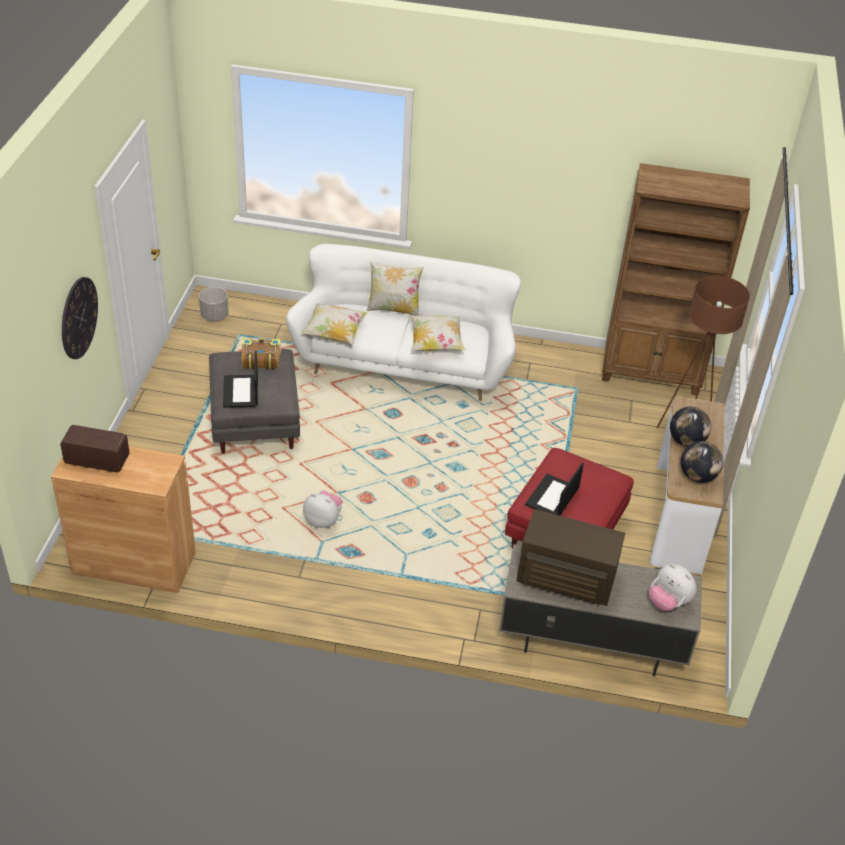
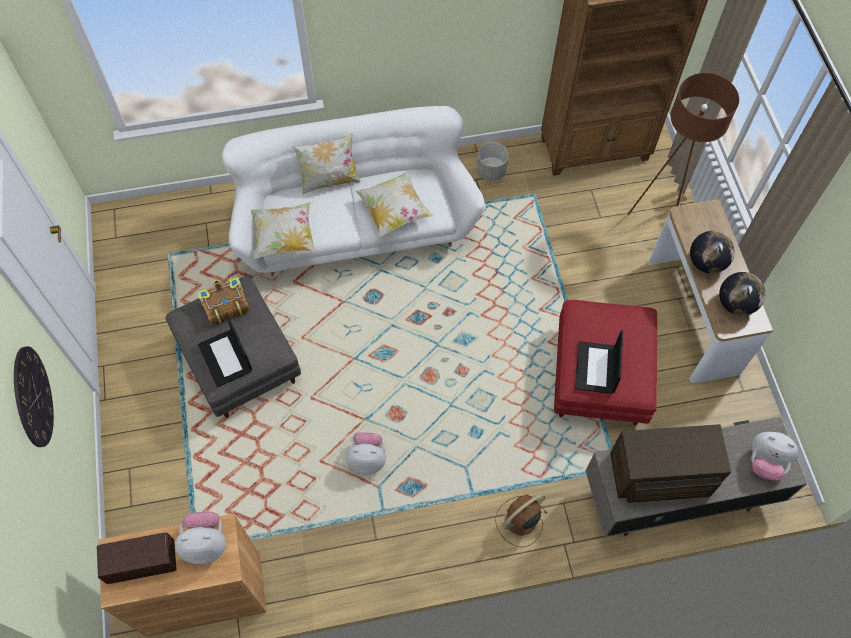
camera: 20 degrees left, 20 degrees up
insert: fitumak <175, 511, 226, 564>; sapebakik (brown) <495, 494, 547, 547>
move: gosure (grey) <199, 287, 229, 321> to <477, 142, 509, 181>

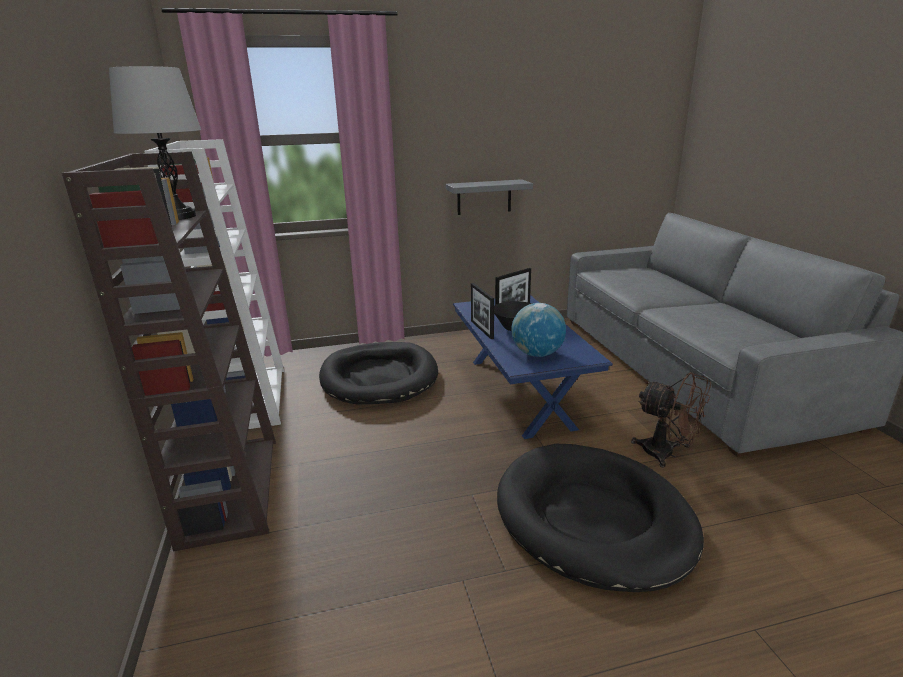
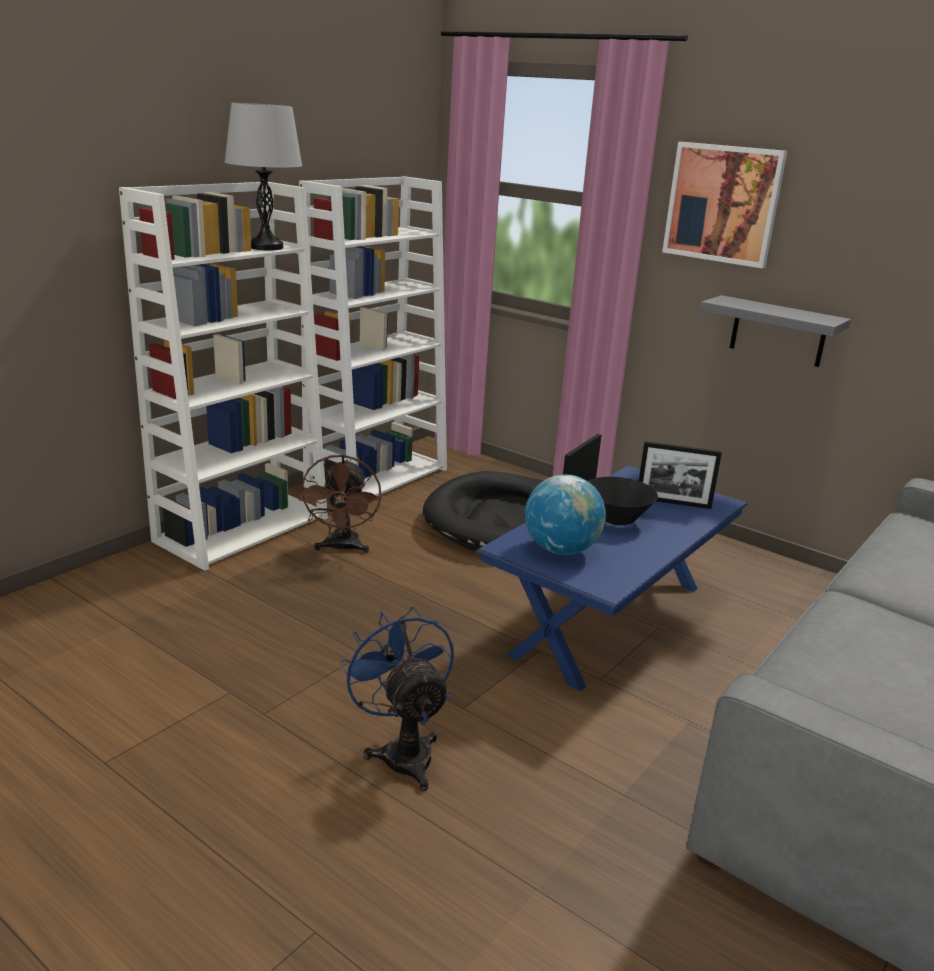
camera: 50 degrees right, 0 degrees up
insert: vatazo <662, 142, 788, 268>
move: sapebakik (brown) <631, 372, 711, 468> to <299, 454, 381, 553>
replace: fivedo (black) <497, 444, 704, 592> to sapebakik (blue) <340, 607, 454, 791>
recolor: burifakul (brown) <62, 151, 276, 552> to burifakul (white) <119, 182, 328, 571>

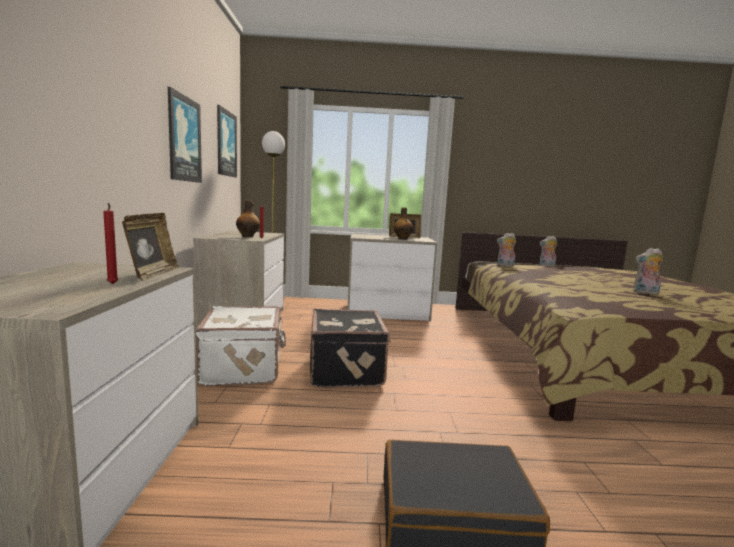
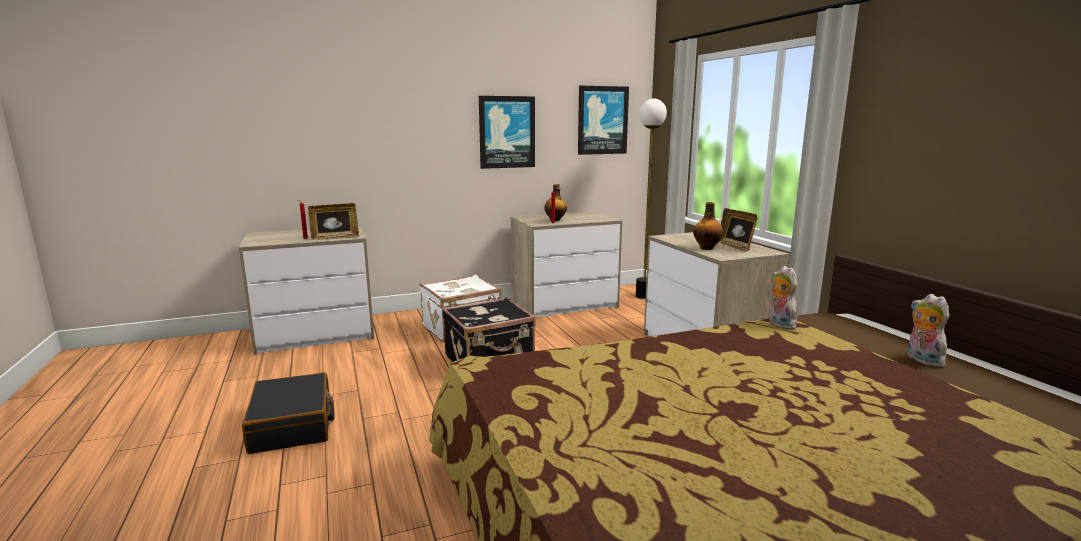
camera: 70 degrees right, 5 degrees up
delete: fitumak <634, 248, 663, 294>

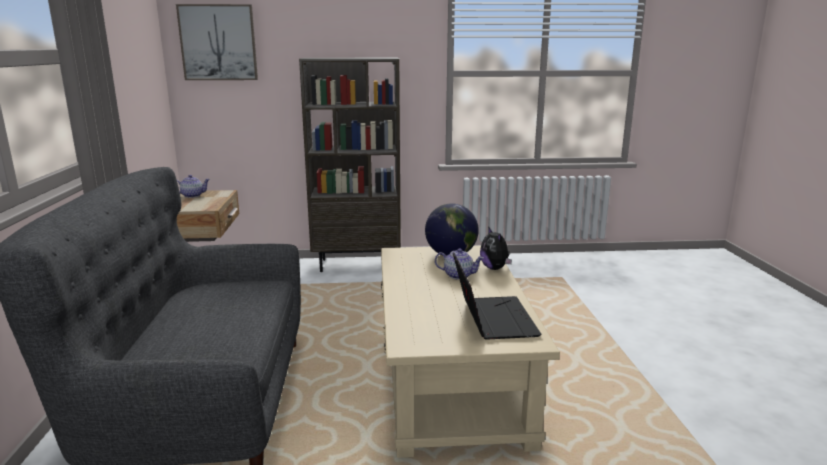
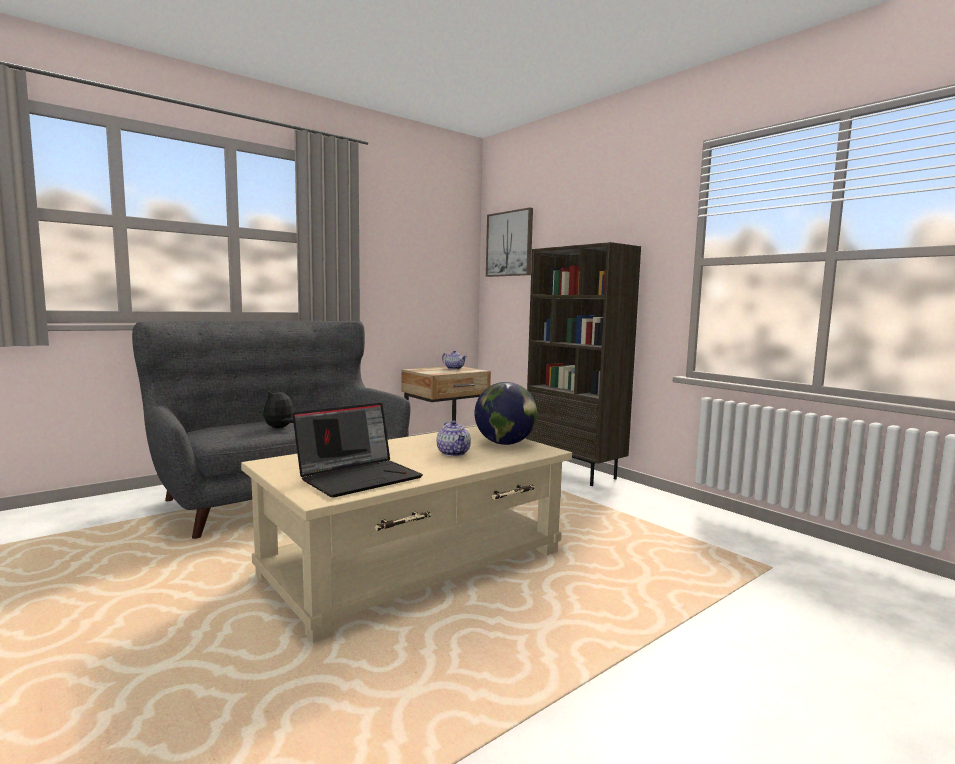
camera: 55 degrees right, 10 degrees down
move: fitumak <480, 226, 512, 270> to <263, 388, 294, 428>

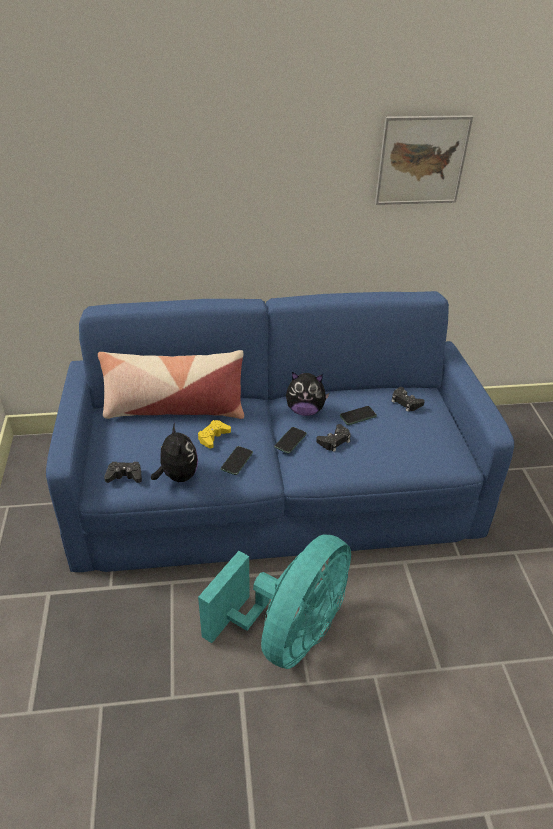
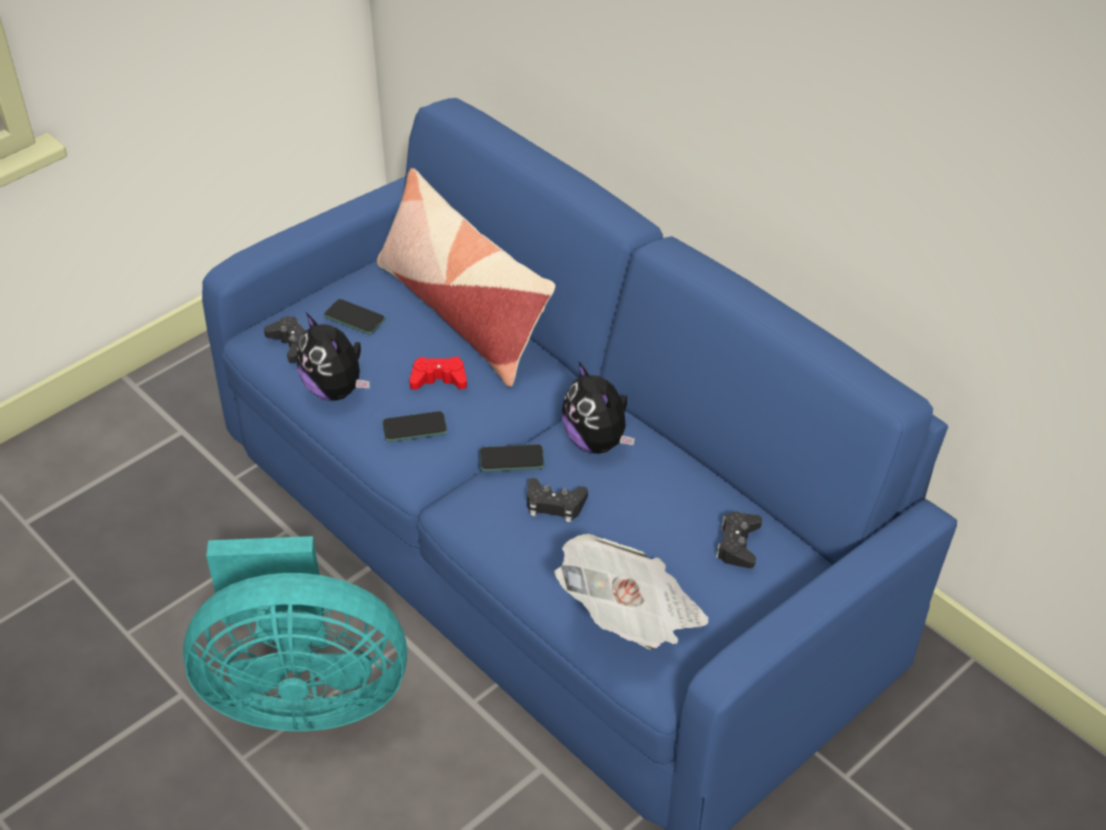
camera: 55 degrees right, 5 degrees up
delete: vatazo <375, 115, 473, 205>
insert: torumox <554, 534, 708, 650>
move: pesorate <340, 406, 377, 425> to <324, 299, 385, 335>
recolor: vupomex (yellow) <198, 420, 231, 449> to vupomex (red) <409, 357, 467, 390>
rotate: fitumak <151, 423, 198, 482> = <297, 313, 370, 400> 105 degrees clockwise

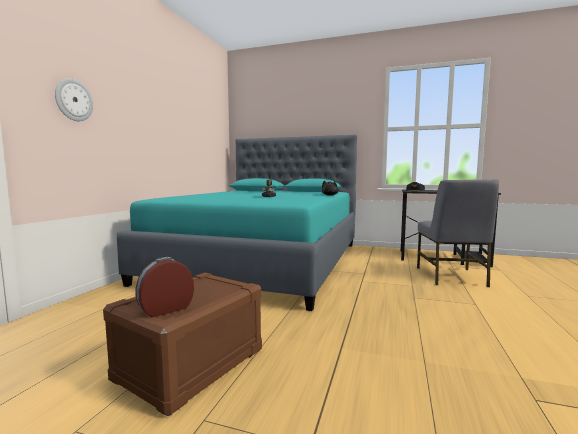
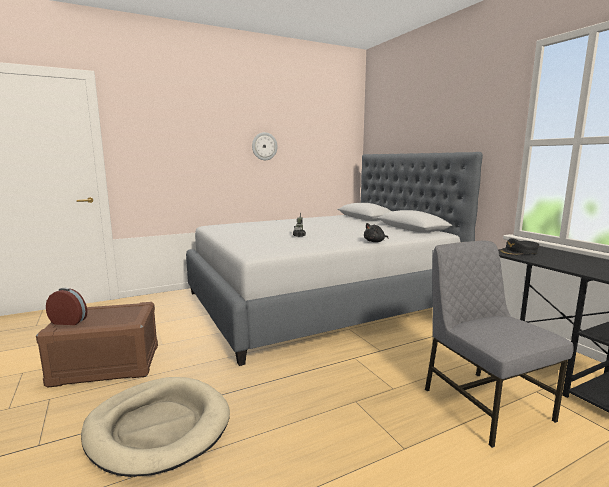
camera: 45 degrees right, 5 degrees up
insert: fivedo (beige) <81, 377, 230, 477>
move: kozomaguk <55, 78, 93, 121> to <252, 132, 278, 160>
recolor: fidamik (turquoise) <117, 135, 357, 311> to fidamik (grey) <186, 152, 483, 366>
rotate: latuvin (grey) <417, 179, 499, 287> = <425, 241, 574, 448> 105 degrees clockwise

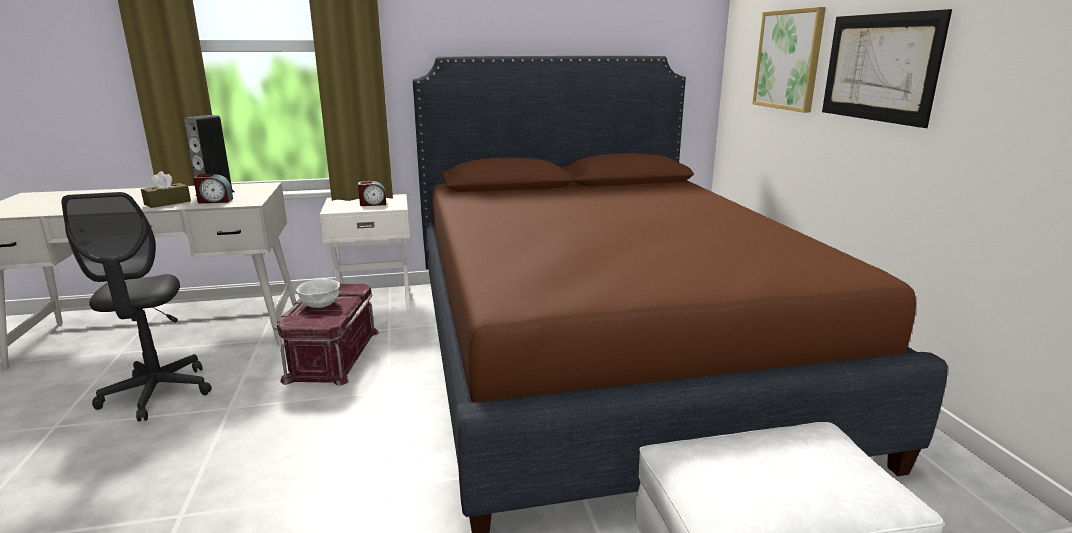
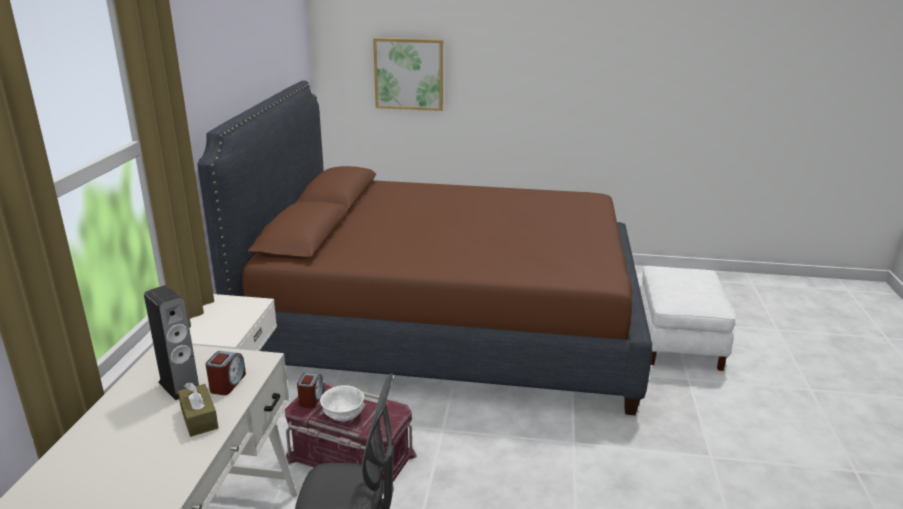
camera: 70 degrees left, 5 degrees up
delete: vatazo <822, 9, 952, 128>
move: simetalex <358, 181, 386, 206> to <297, 373, 324, 408>

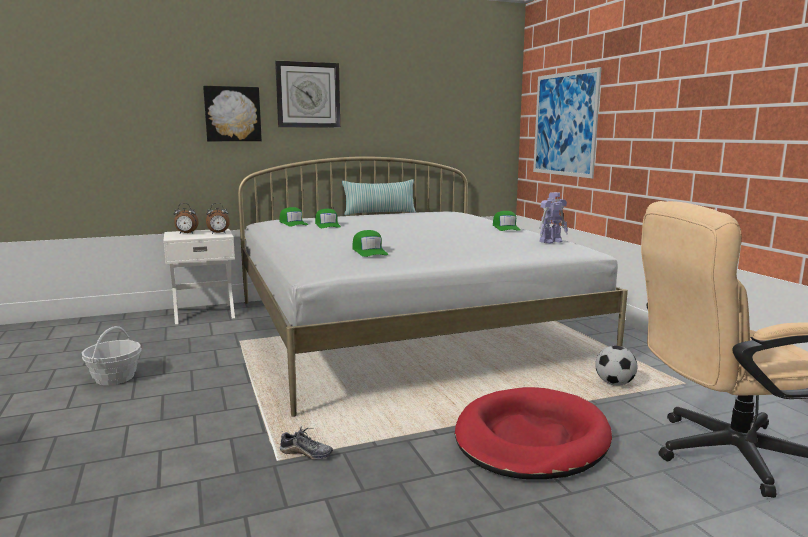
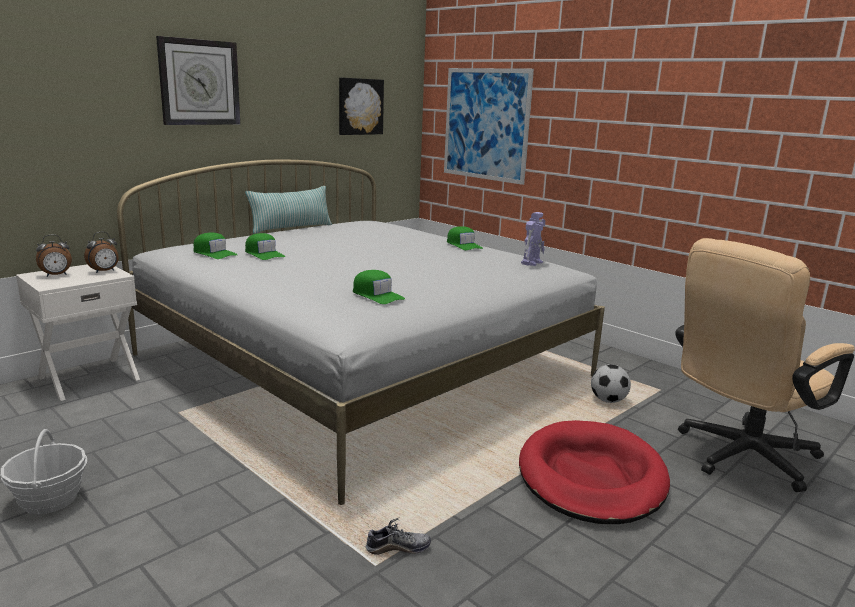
camera: 25 degrees left, 5 degrees up
move: vatazo <203, 86, 262, 141> to <339, 78, 384, 135>

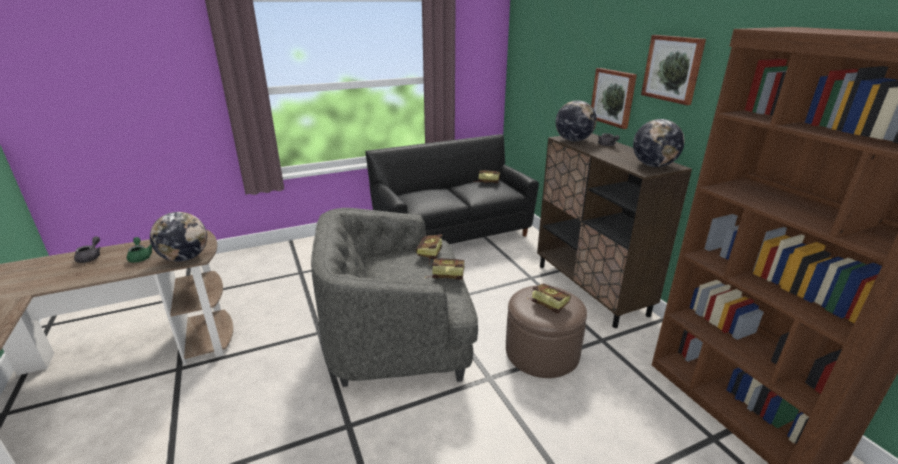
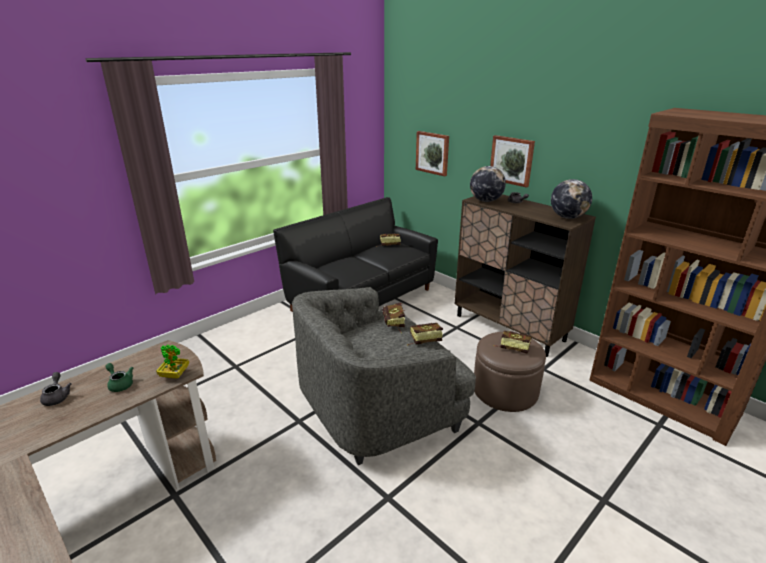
camera: 20 degrees left, 0 degrees up
move: vatazo <641, 35, 706, 105> to <416, 131, 449, 177>
replace: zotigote <150, 212, 207, 262> to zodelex <156, 345, 189, 378>

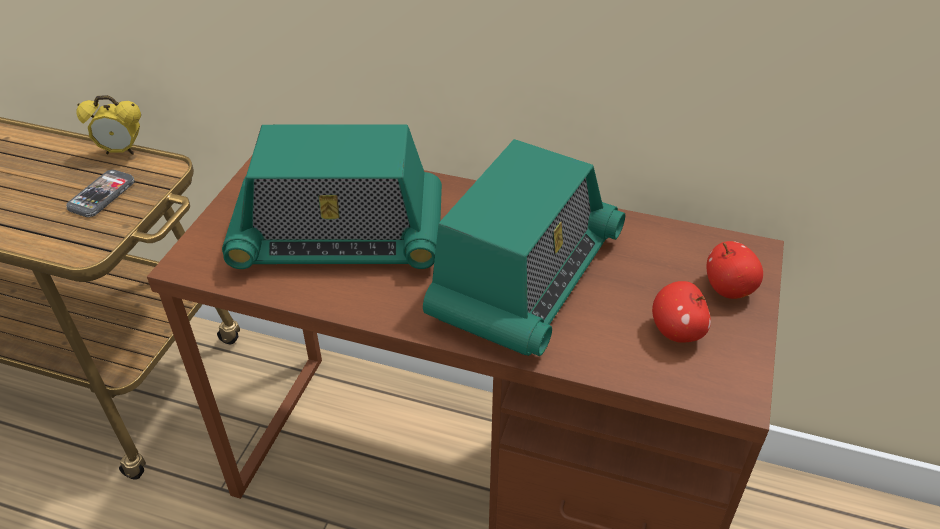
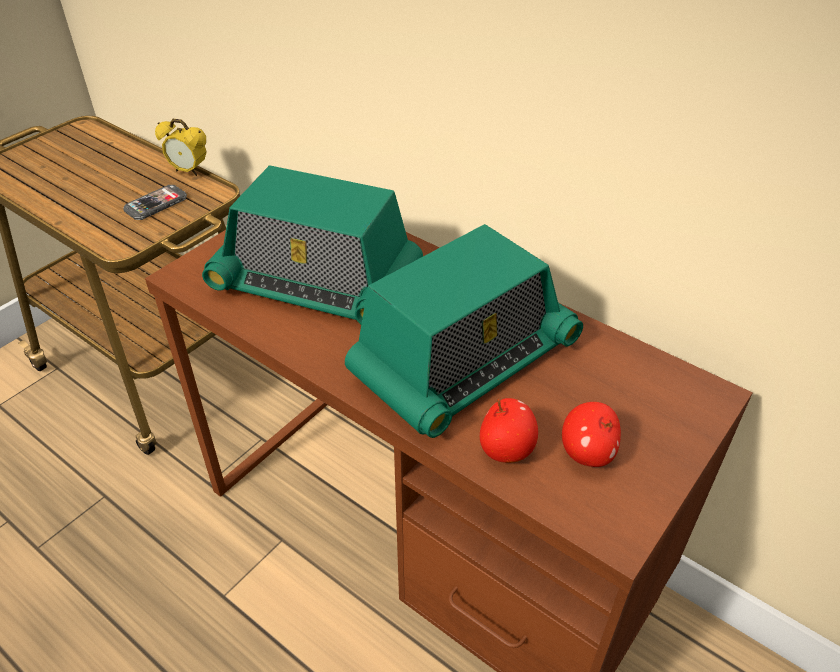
camera: 20 degrees right, 0 degrees up
move: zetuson <707, 241, 763, 299> to <480, 398, 538, 463>

